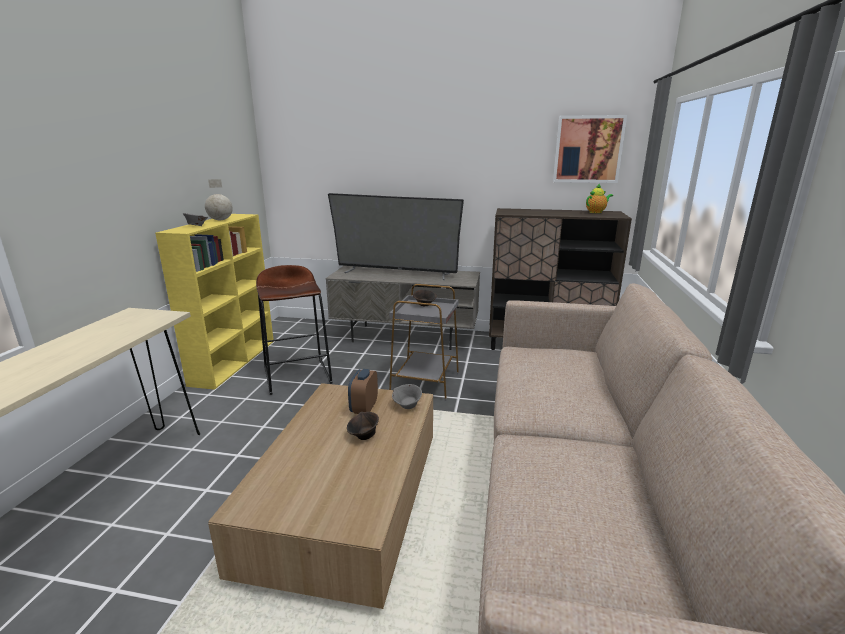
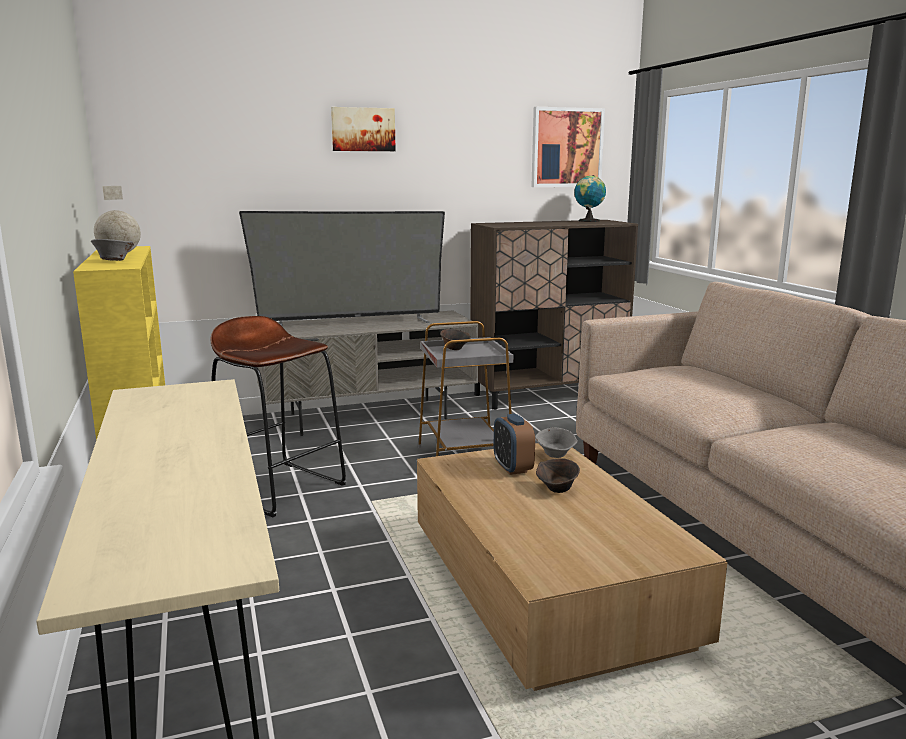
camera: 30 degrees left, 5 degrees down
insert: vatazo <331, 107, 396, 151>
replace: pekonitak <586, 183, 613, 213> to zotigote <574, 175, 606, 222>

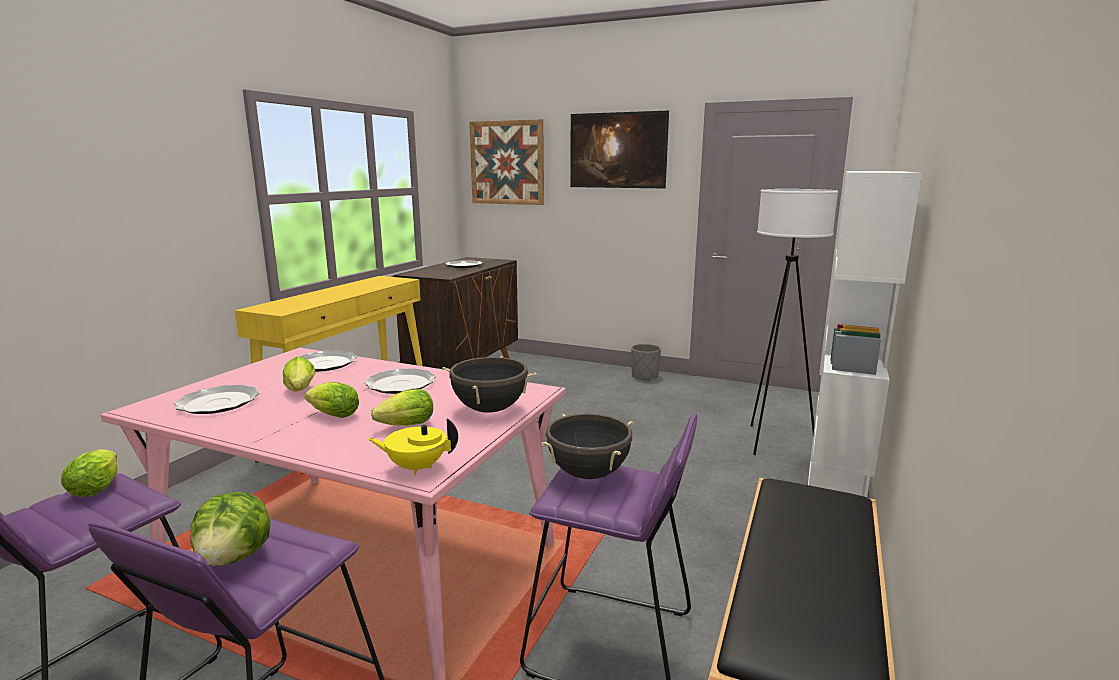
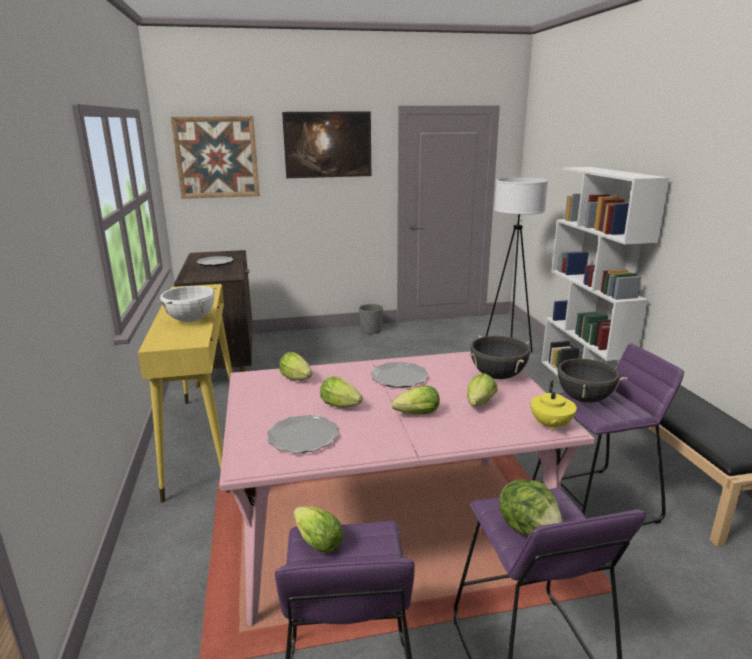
camera: 35 degrees left, 5 degrees up
insert: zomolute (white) <157, 286, 216, 322>
replace: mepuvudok <300, 350, 357, 372> to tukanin <279, 352, 312, 381>
rotate: pekonitak (yellow) <368, 418, 458, 475> = <531, 380, 577, 431> 45 degrees counterclockwise

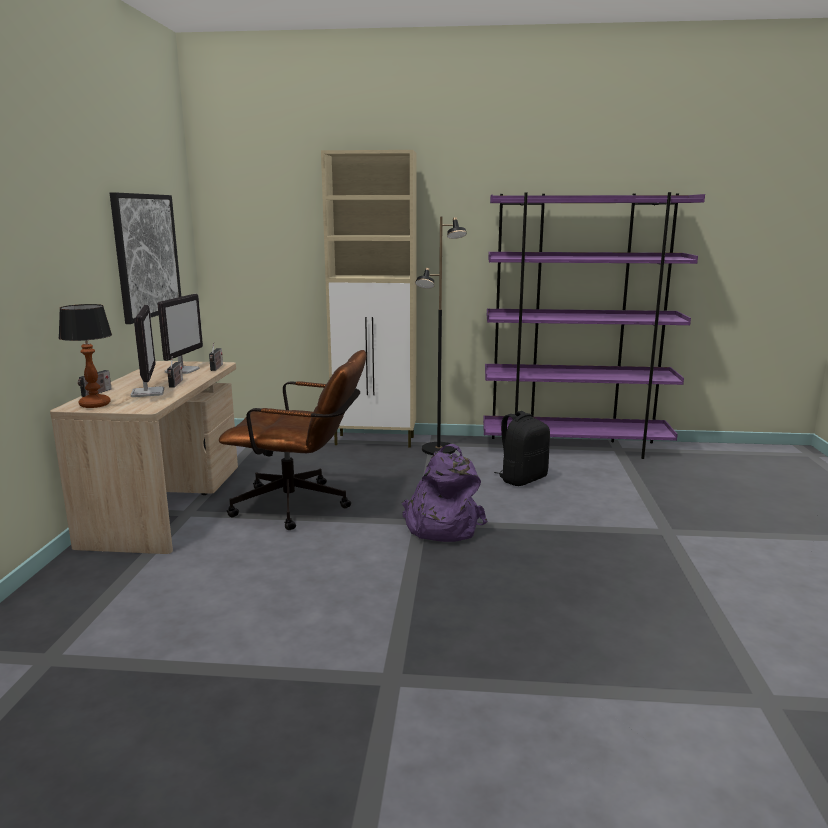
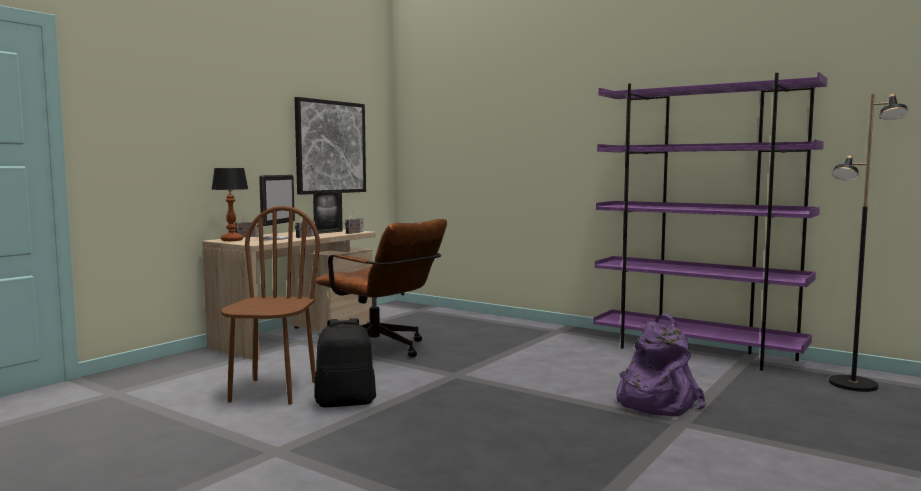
camera: 30 degrees right, 10 degrees down
delete: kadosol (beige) <321, 150, 417, 447>
insert: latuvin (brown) <221, 206, 320, 405>
move: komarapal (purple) <401, 444, 487, 542> to <616, 314, 706, 416>; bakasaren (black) <415, 217, 467, 455> to <829, 94, 909, 392>; komarapal (black) <494, 411, 550, 486> to <315, 318, 376, 407>
replace: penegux <157, 294, 203, 374> to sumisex <313, 191, 343, 234>

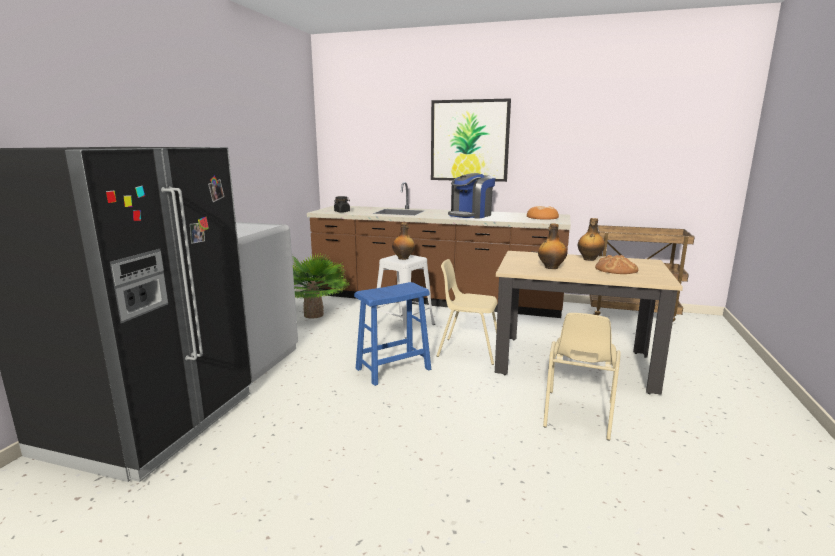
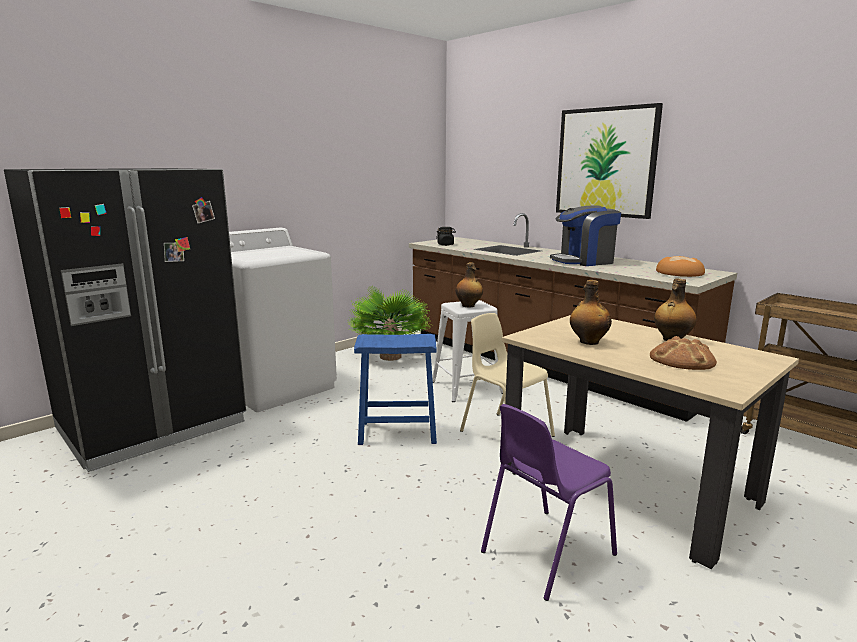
camera: 30 degrees right, 0 degrees up
recolor: latuvin (beige) <543, 313, 621, 441> to latuvin (purple) <481, 404, 617, 601>

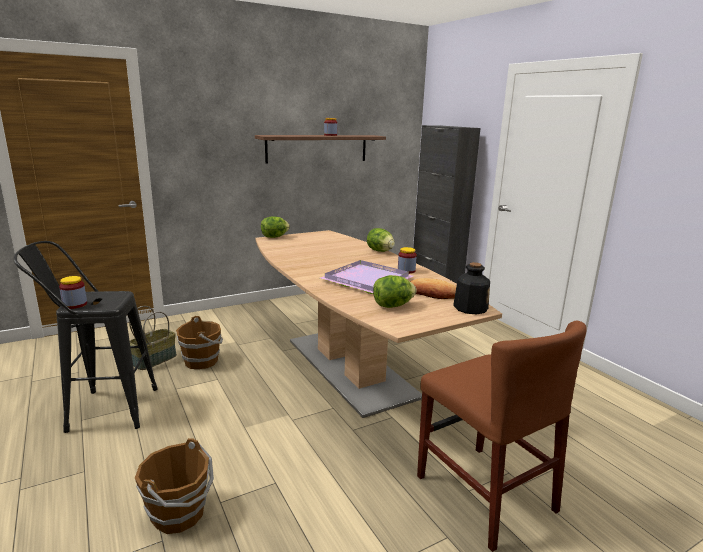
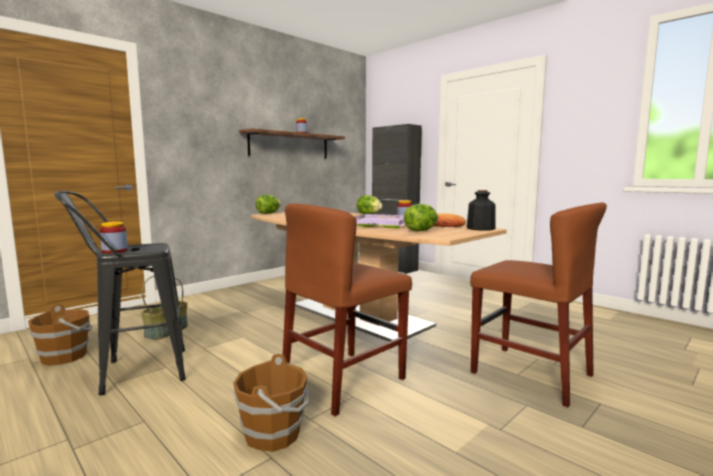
camera: 15 degrees left, 10 degrees down
insert: latuvin (brown) <283, 203, 412, 416>
move: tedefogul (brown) <176, 316, 223, 369> to <28, 304, 93, 366>

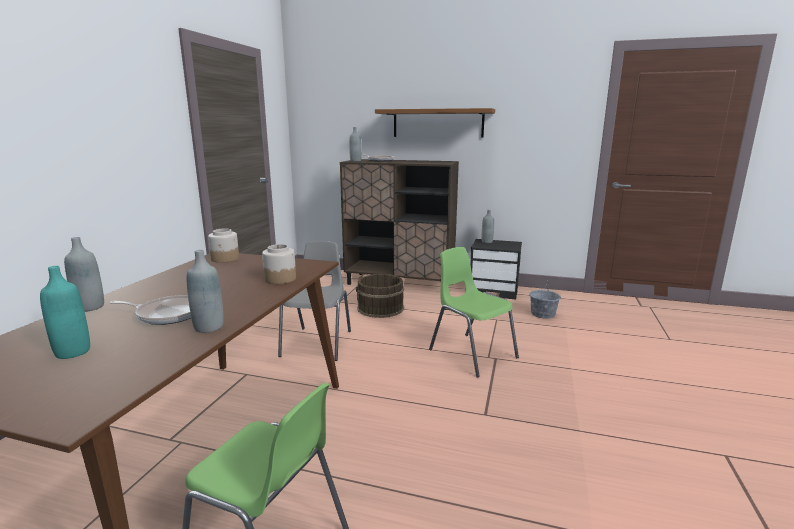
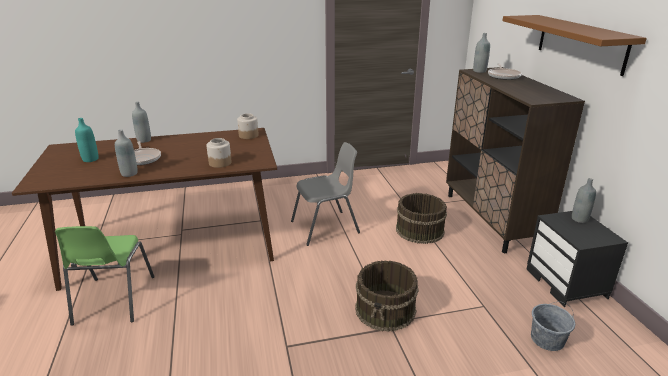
camera: 60 degrees right, 10 degrees up
replace: latuvin (green) <429, 247, 519, 378> to tedefogul (brown) <355, 260, 419, 332>

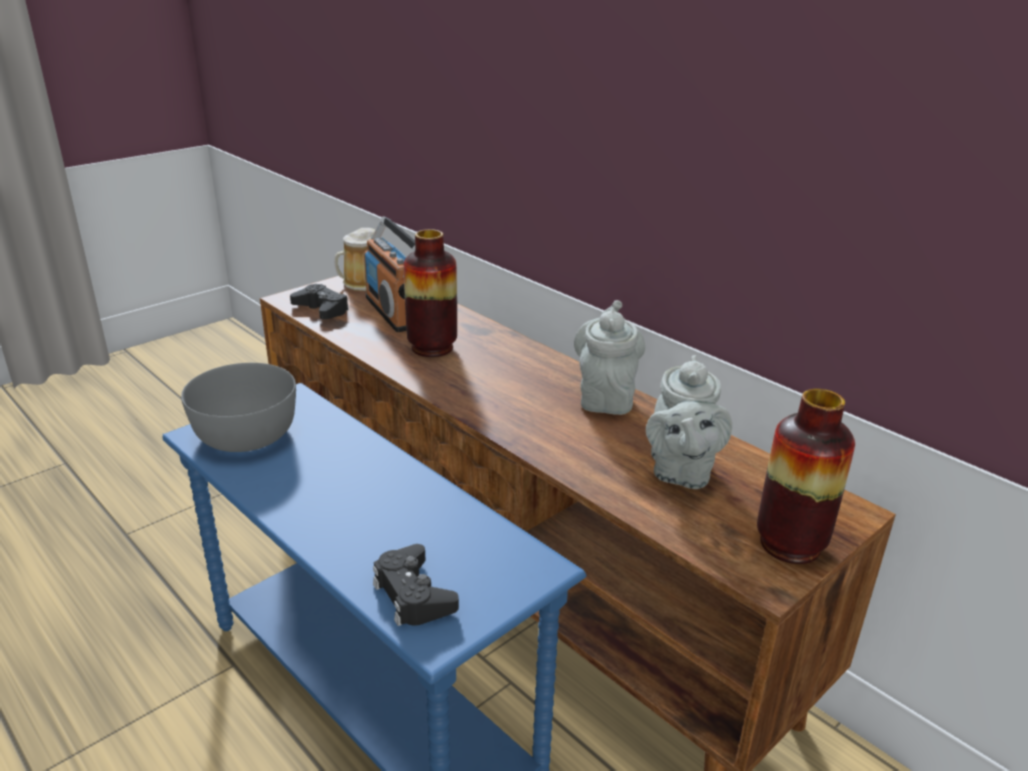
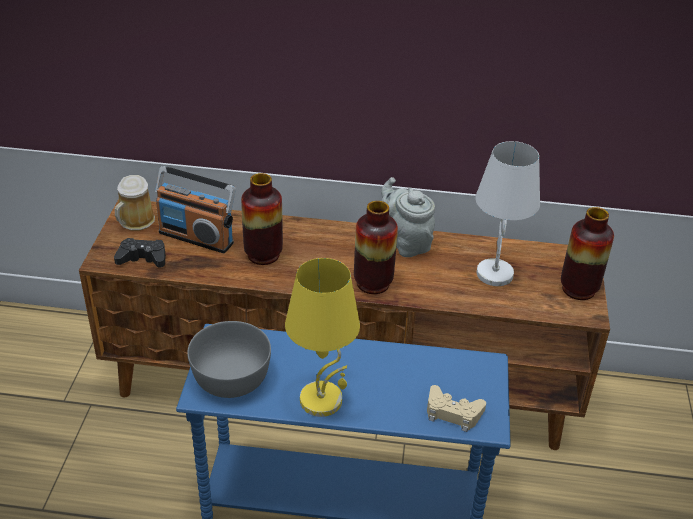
camera: 40 degrees left, 10 degrees up
insert: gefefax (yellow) <285, 258, 360, 417>; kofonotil <354, 201, 398, 294>
replace: pekonitak (grey) <646, 355, 732, 489> to gefefax (white) <475, 141, 540, 286>
recolor: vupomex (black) <373, 544, 459, 626> to vupomex (beige) <427, 385, 486, 432>

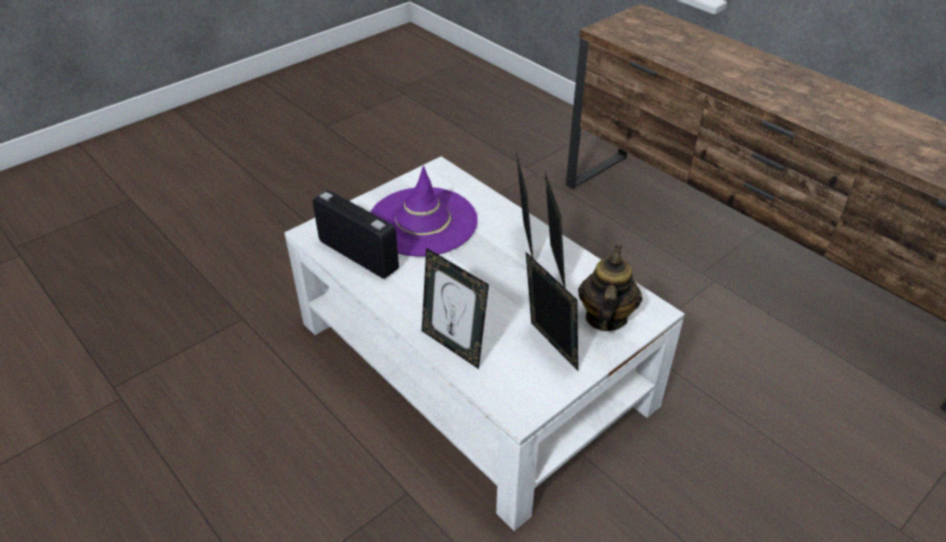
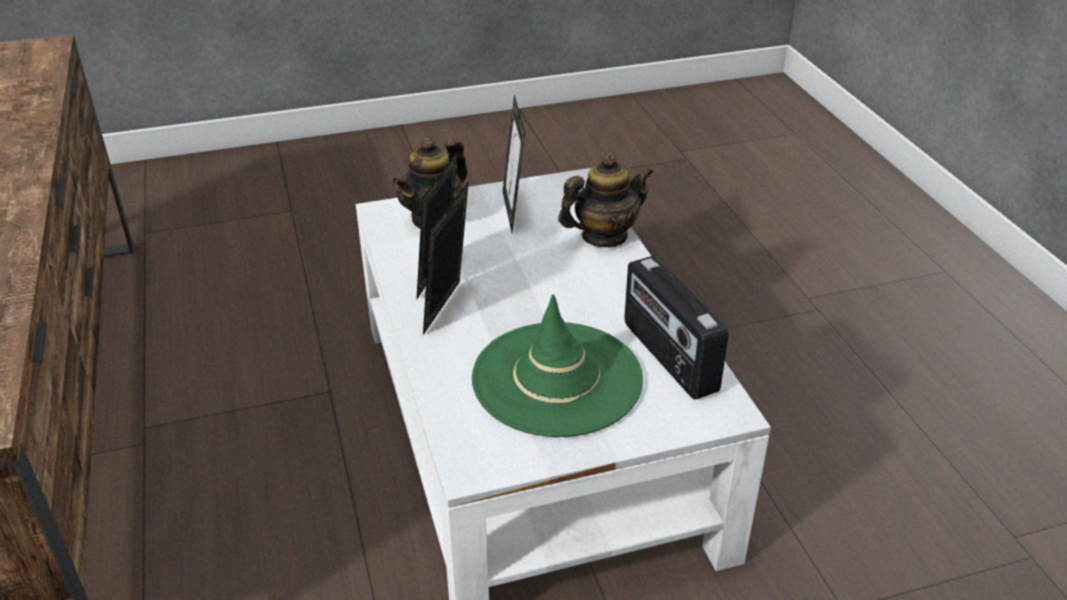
camera: 155 degrees left, 5 degrees down
replace: sumisex <422, 248, 489, 369> to pekonitak <558, 153, 654, 247>
recolor: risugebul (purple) <370, 166, 478, 257> to risugebul (green) <472, 294, 643, 437>

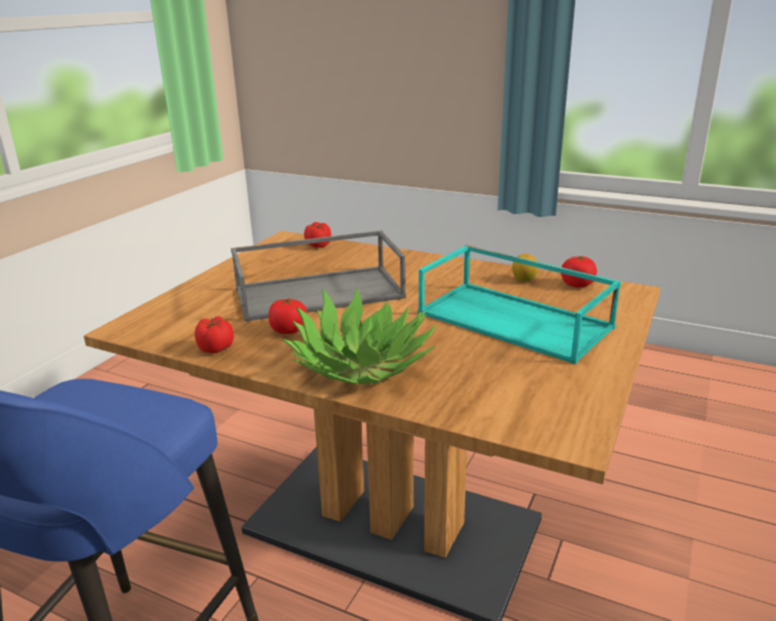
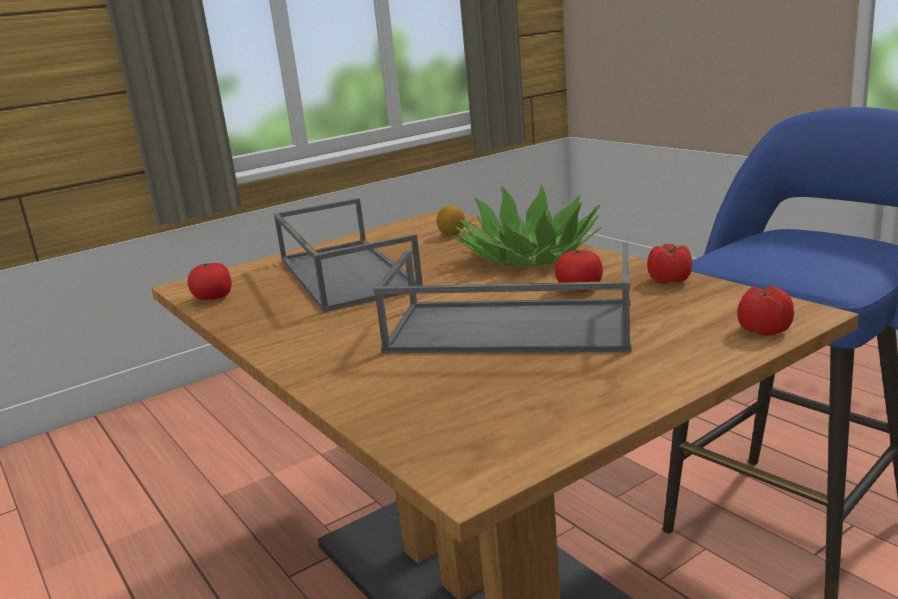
camera: 150 degrees left, 5 degrees down
move: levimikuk <304, 222, 331, 248> to <737, 286, 794, 336>; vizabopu <512, 254, 538, 282> to <437, 205, 465, 236>
recolor: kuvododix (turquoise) <418, 245, 621, 364> to kuvododix (grey) <274, 198, 423, 312>

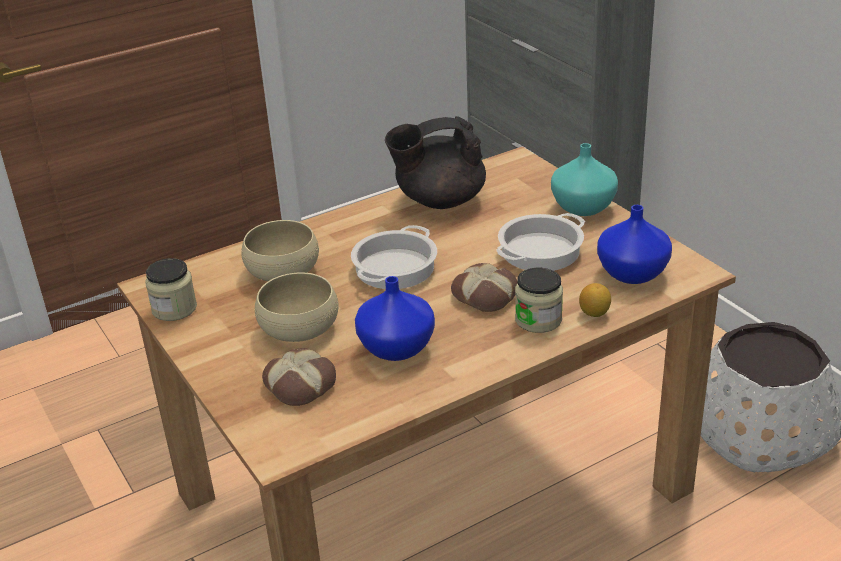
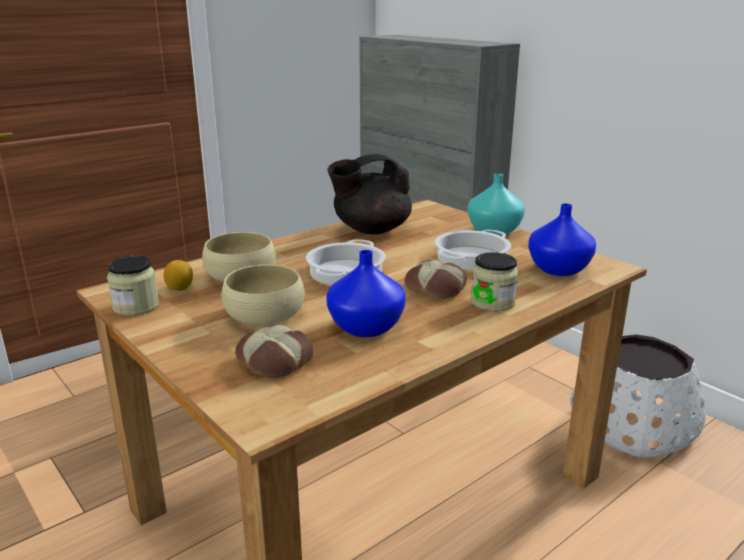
camera: 10 degrees left, 10 degrees down
move: vizabopu <579, 283, 611, 317> to <163, 260, 193, 291>

